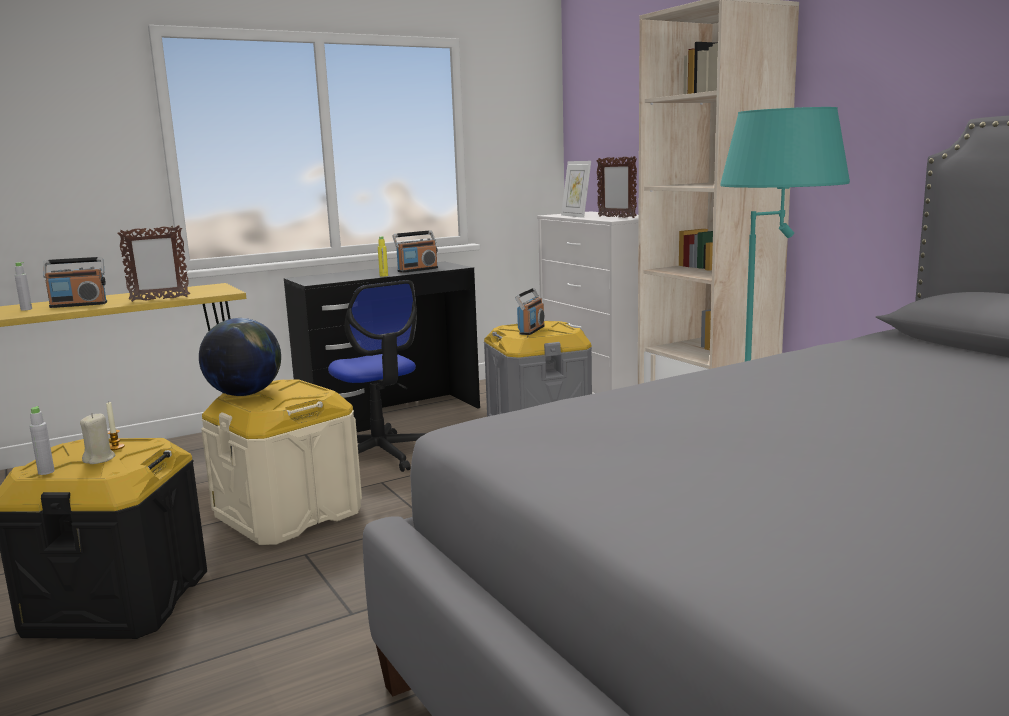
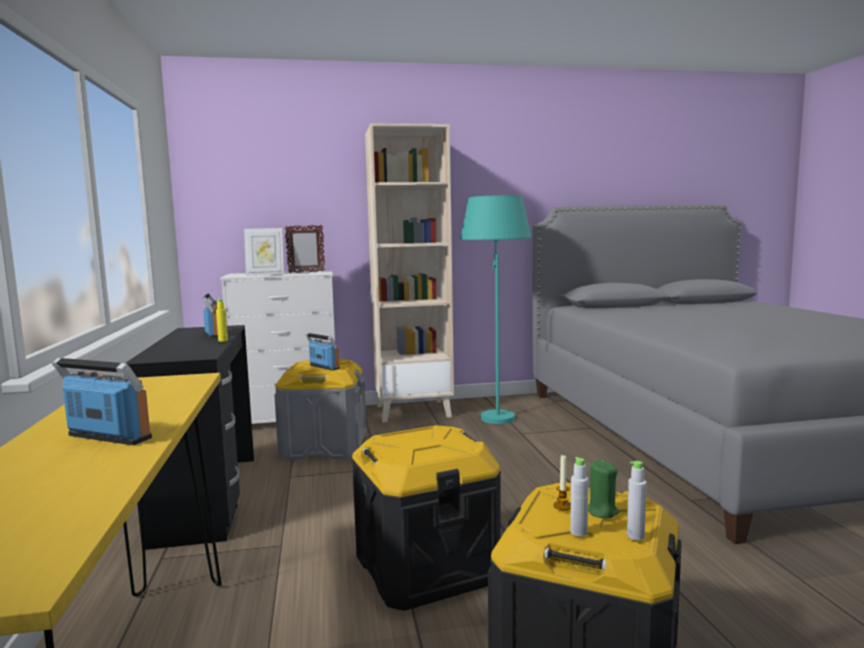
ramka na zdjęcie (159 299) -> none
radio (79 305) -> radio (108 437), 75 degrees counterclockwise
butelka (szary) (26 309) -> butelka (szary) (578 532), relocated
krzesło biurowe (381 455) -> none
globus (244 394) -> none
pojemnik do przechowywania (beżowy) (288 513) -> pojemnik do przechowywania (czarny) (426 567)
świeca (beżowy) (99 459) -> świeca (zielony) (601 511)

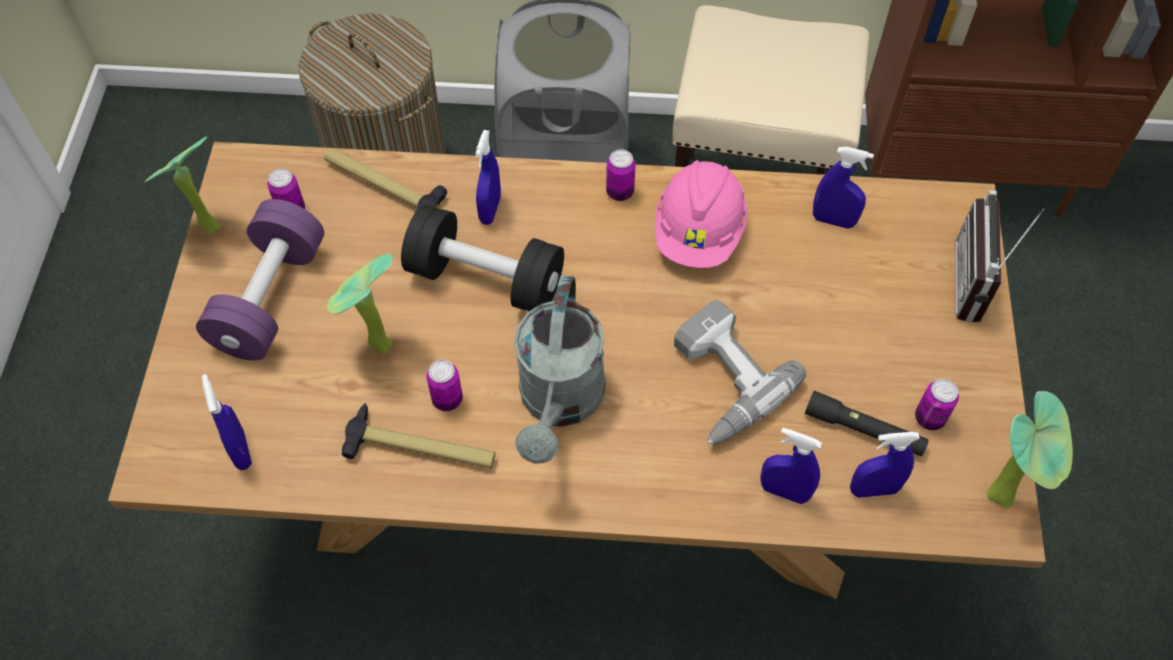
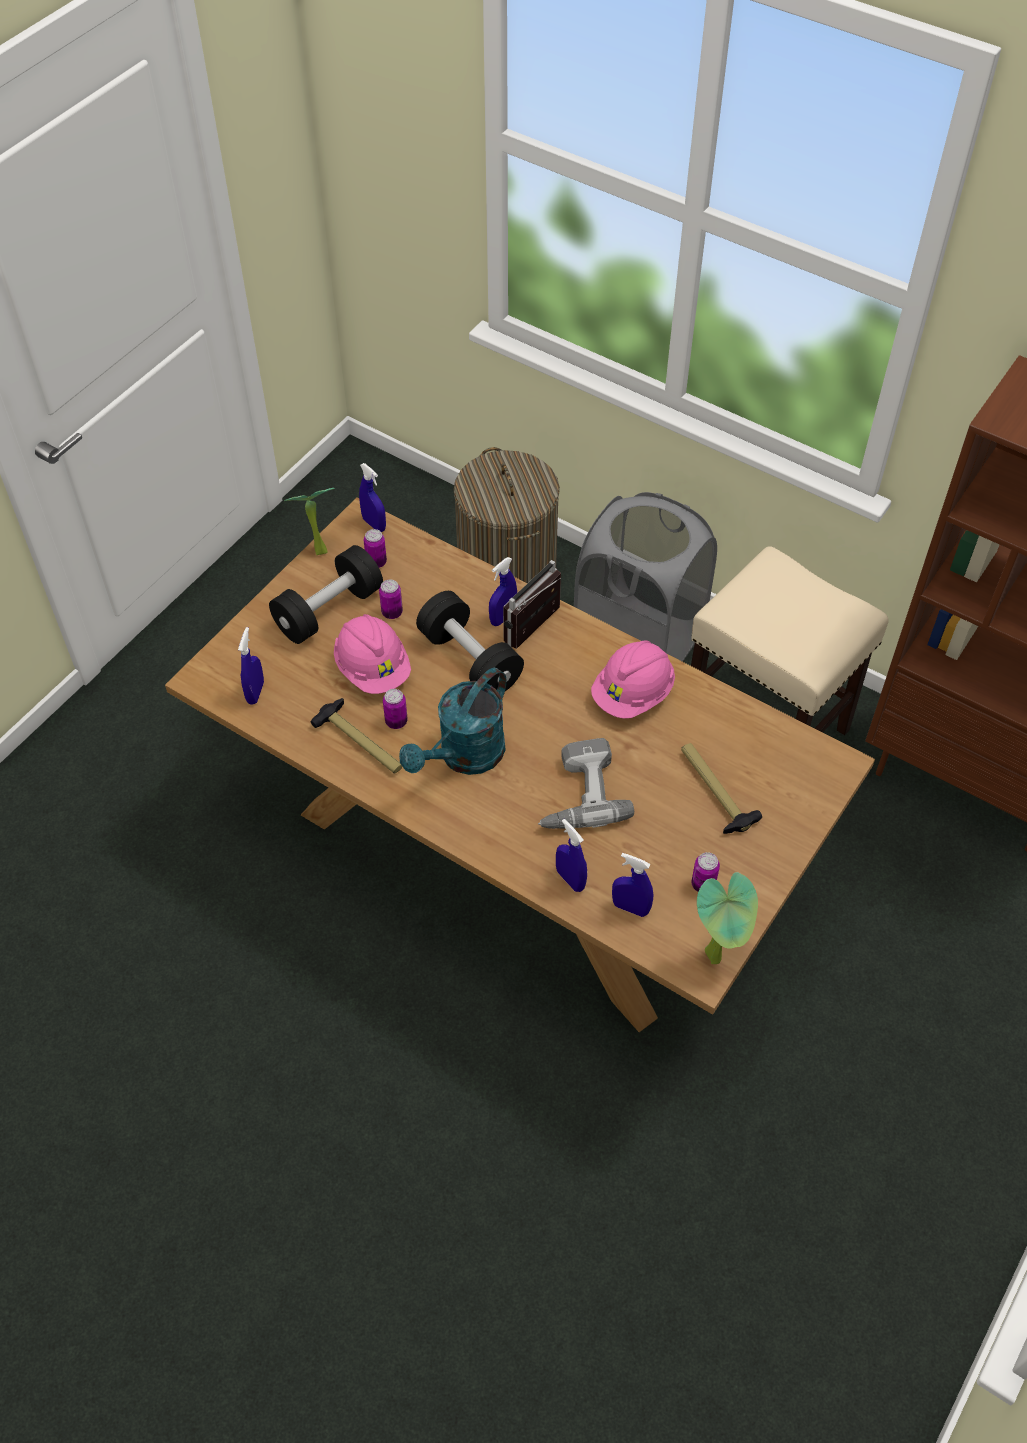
spryskiwacz (niebieski) (833 220) -> spryskiwacz (niebieski) (374 524), relocated
młotek (382 188) -> młotek (714 791), relocated
puszka (620 192) -> puszka (392 612), relocated
radio (979 284) -> radio (538 630), relocated
hantel (fioletowy) (270 298) -> hantel (czarny) (329 610)
roślina doniczkowa (374 346) -> kask (różowy) (373 669)
konewka (szary) (559 403) -> konewka (turkusowy) (464 757)
latarka (czarny) (864 430) -> none

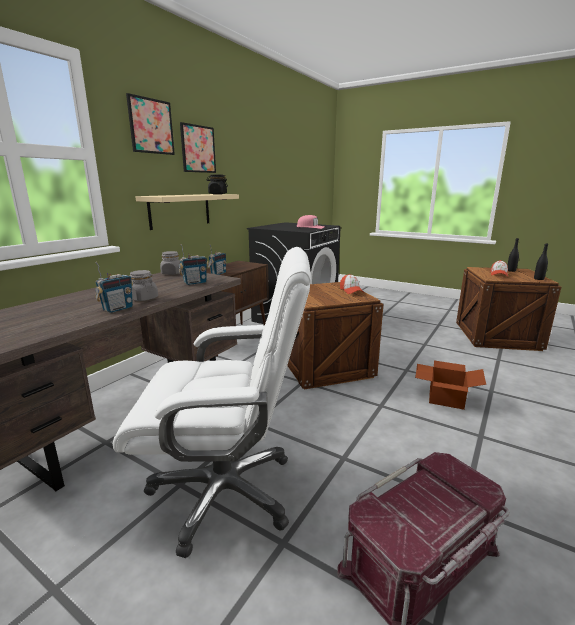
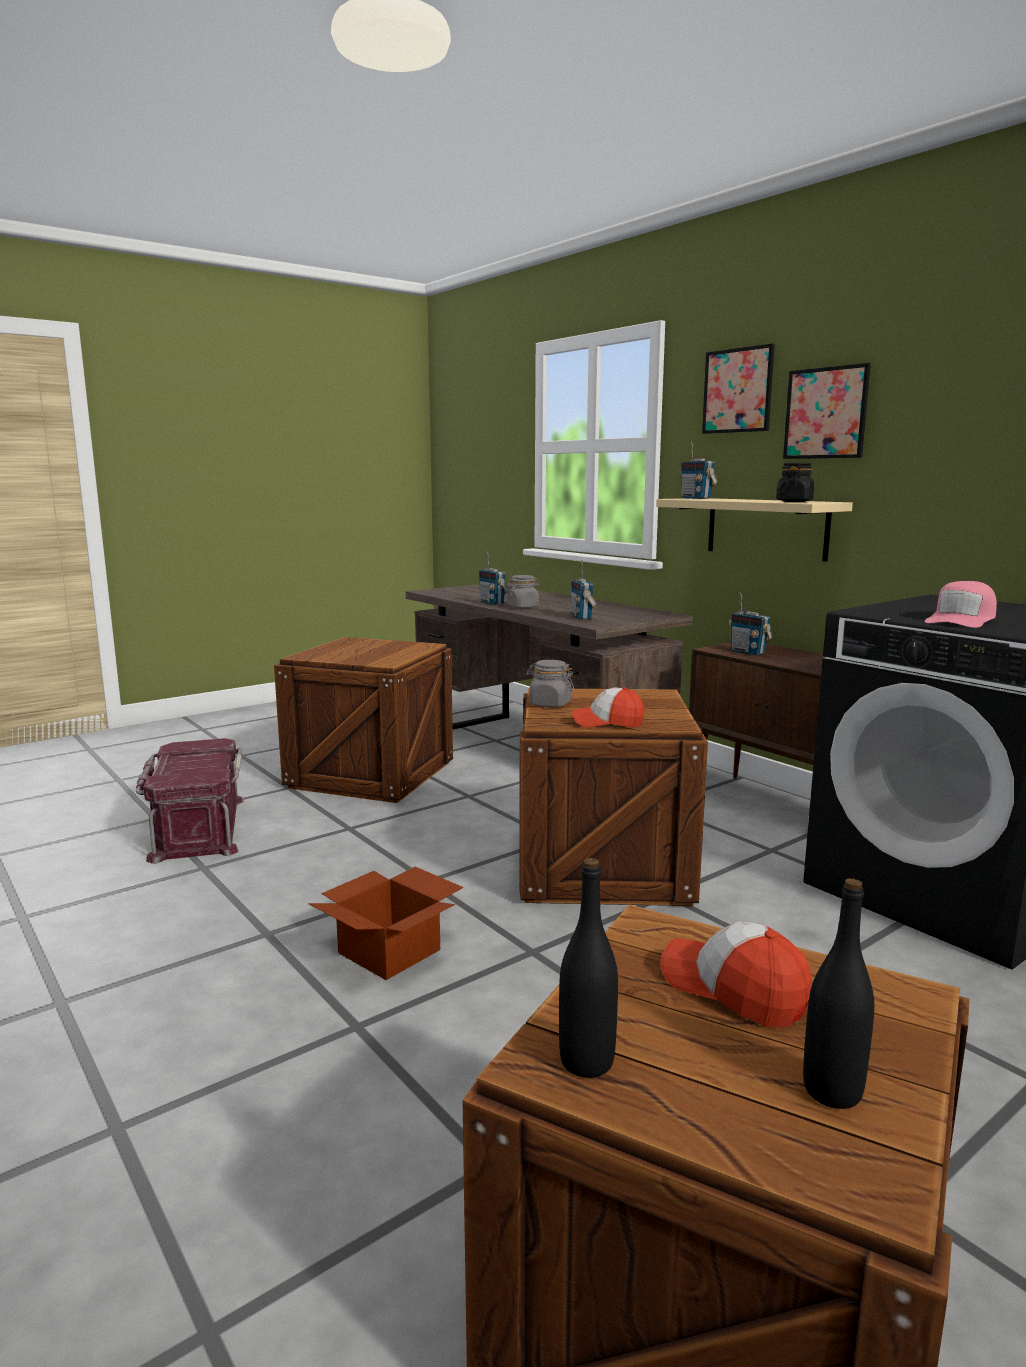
krzesło biurowe (biały) (225 491) -> skrzynka (371 775)
słoik (szary) (172 273) -> słoik (szary) (549 704), relocated
none -> radio (696 498)

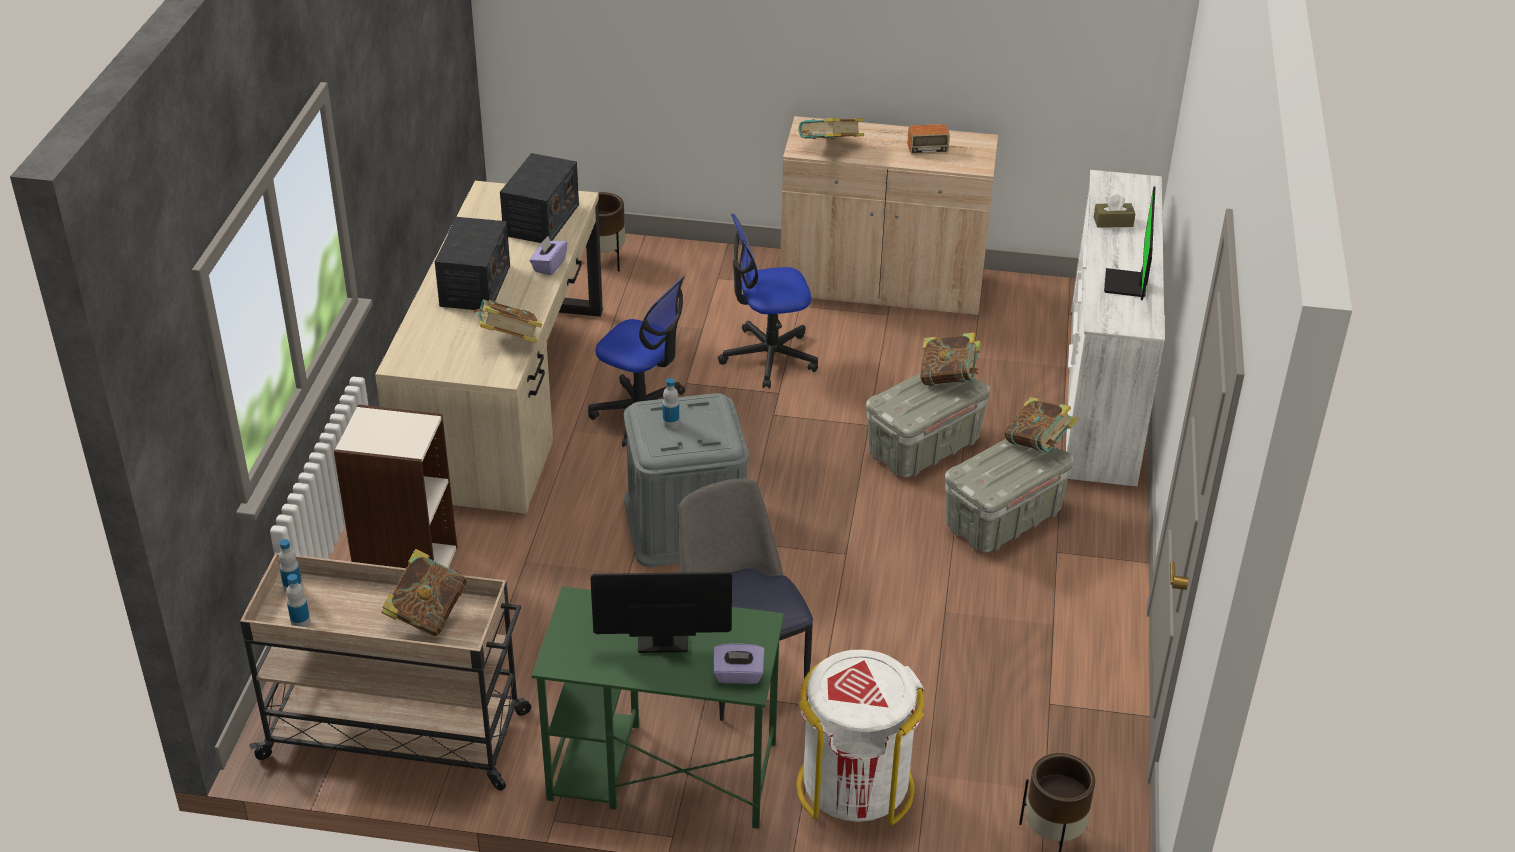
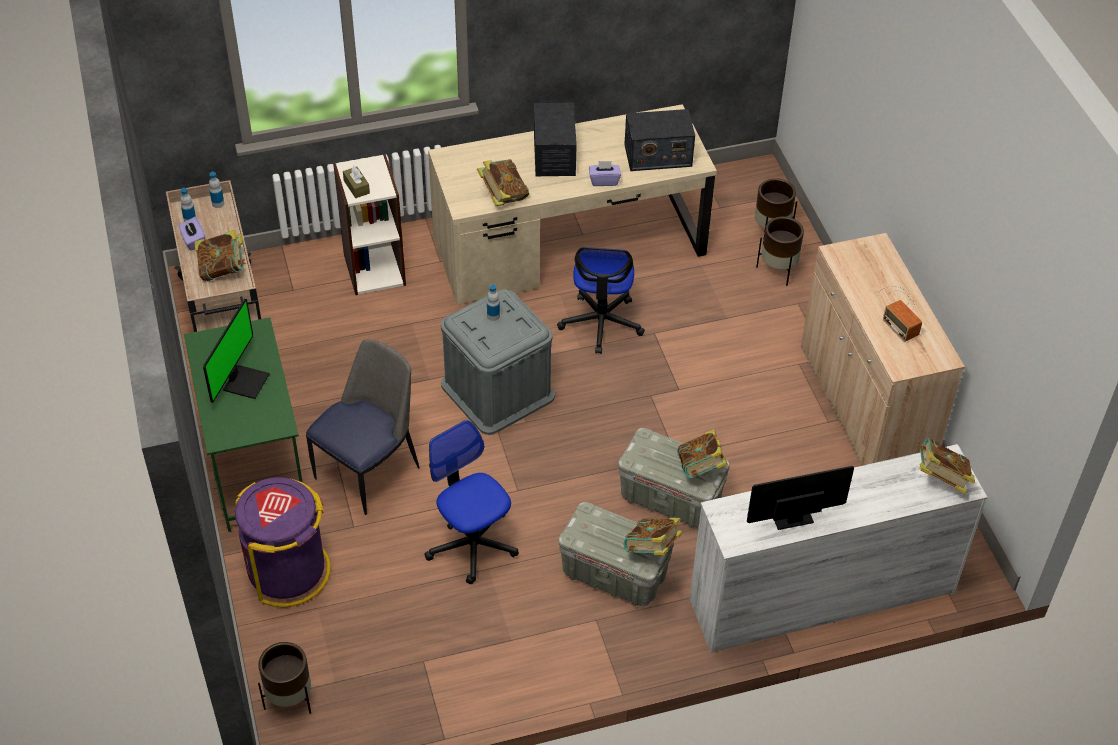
książka (830 148) -> książka (940 479), relocated
pudełko chusteczek (brązowy) (1113 222) -> pudełko chusteczek (brązowy) (356 187), relocated
krzesło biurowe (768 357) -> krzesło biurowe (472 544), relocated
radio (475 286) -> radio (554 155), 75 degrees counterclockwise
monitor (661 637) -> monitor (244 381), 45 degrees clockwise
pudełko chusteczek (fioletowy) (738 675) -> pudełko chusteczek (fioletowy) (193 241), relocated
kosz na śmieci (biały) (855 786) -> kosz na śmieci (fioletowy) (288 571)
none -> donica (brązowy) (778 270)

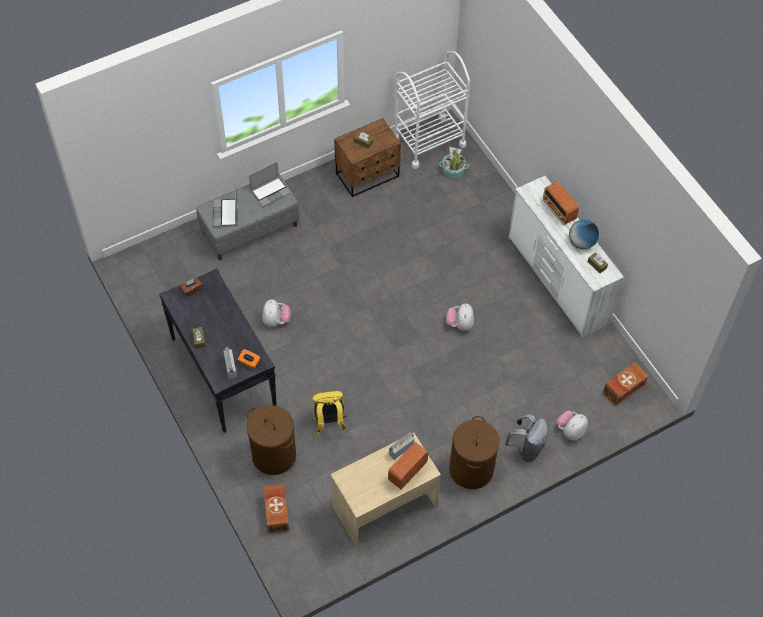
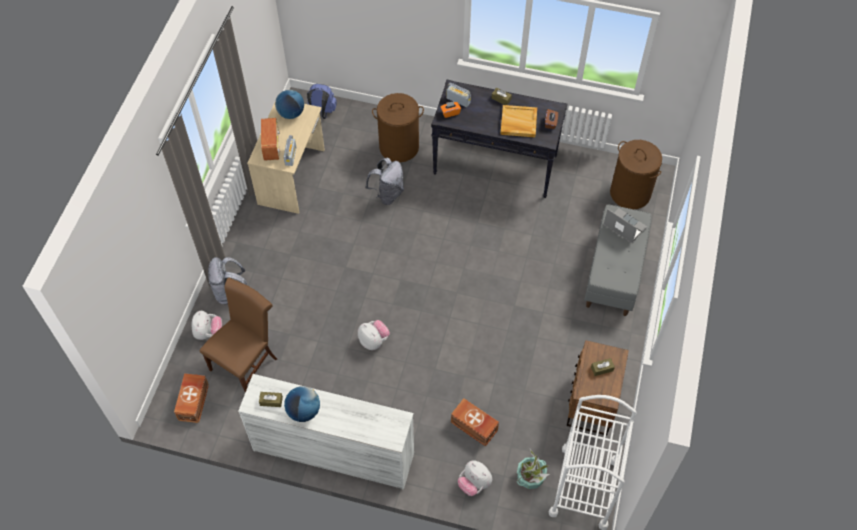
laptop (270 191) -> none
radio (559 211) -> none
pluszak (276 320) -> pluszak (474 483), relocated
plecak (żółty) (329 422) -> plecak (szary) (387 194)
kosz na pranie (brązowy) (471 469) -> kosz na pranie (brązowy) (630 193), relocated
pojemnik do przechowywania (brązowy) (277 512) -> pojemnik do przechowywania (brązowy) (474 427), relocated
none -> plecak (niebieski) (322 112)
none -> globus (291 113)
none -> taca (beżowy) (518 122)
none -> krzesło (brązowy) (246 361)

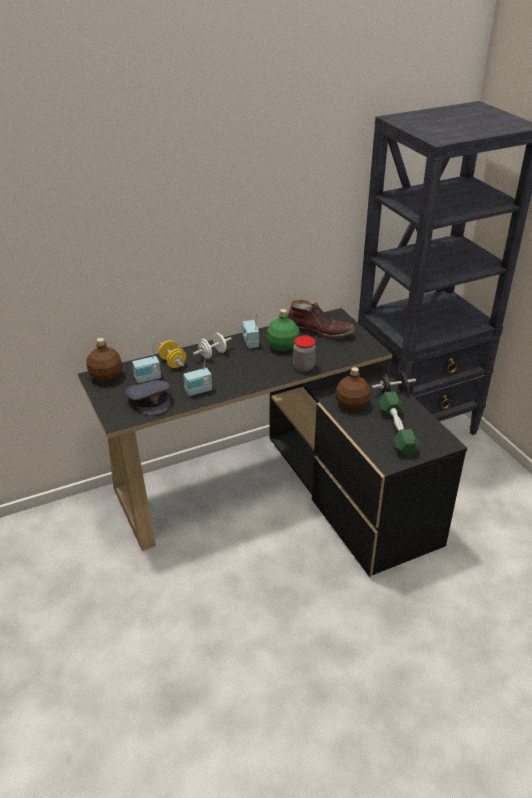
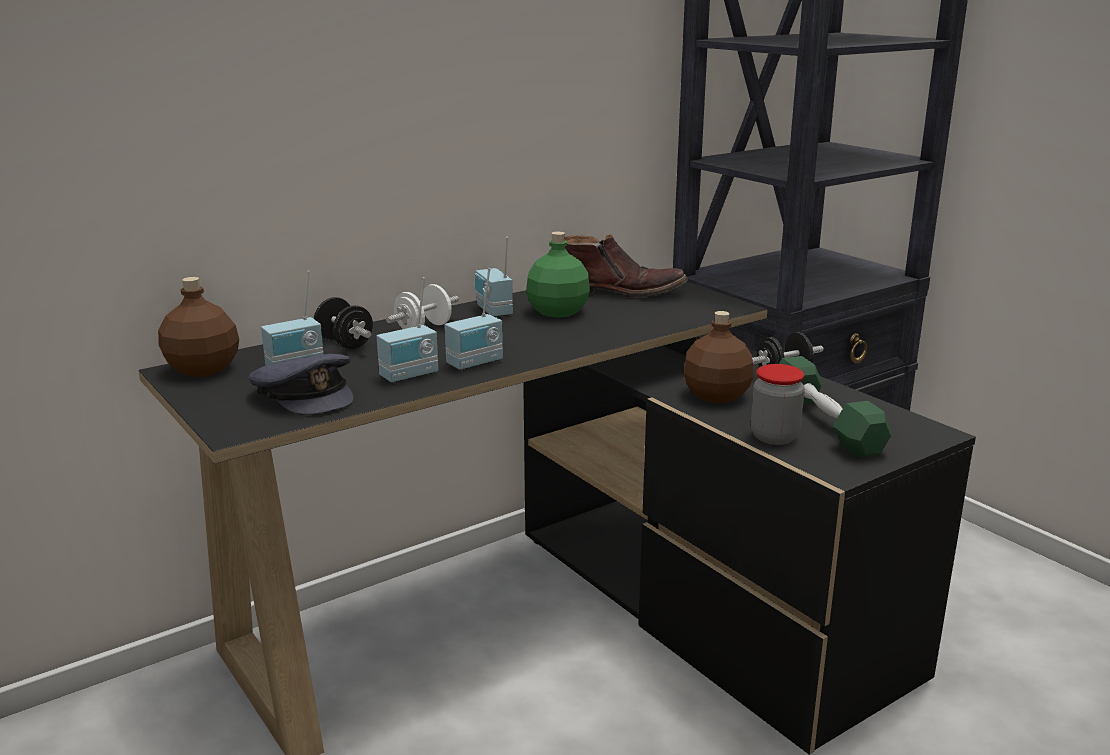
słoik (303 367) -> słoik (774 437), relocated
hantel (żółty) (173 363) -> hantel (czarny) (344 343)
none -> radio (476 363)

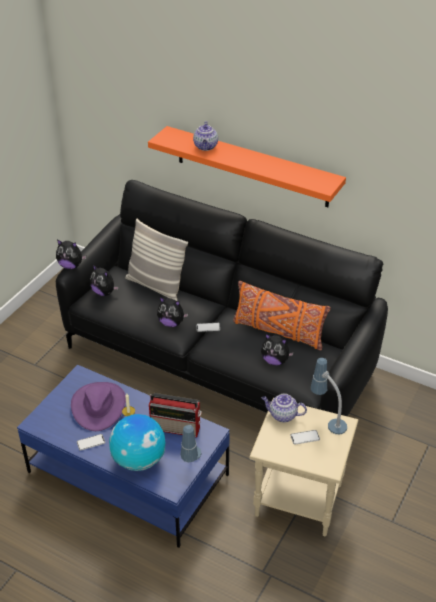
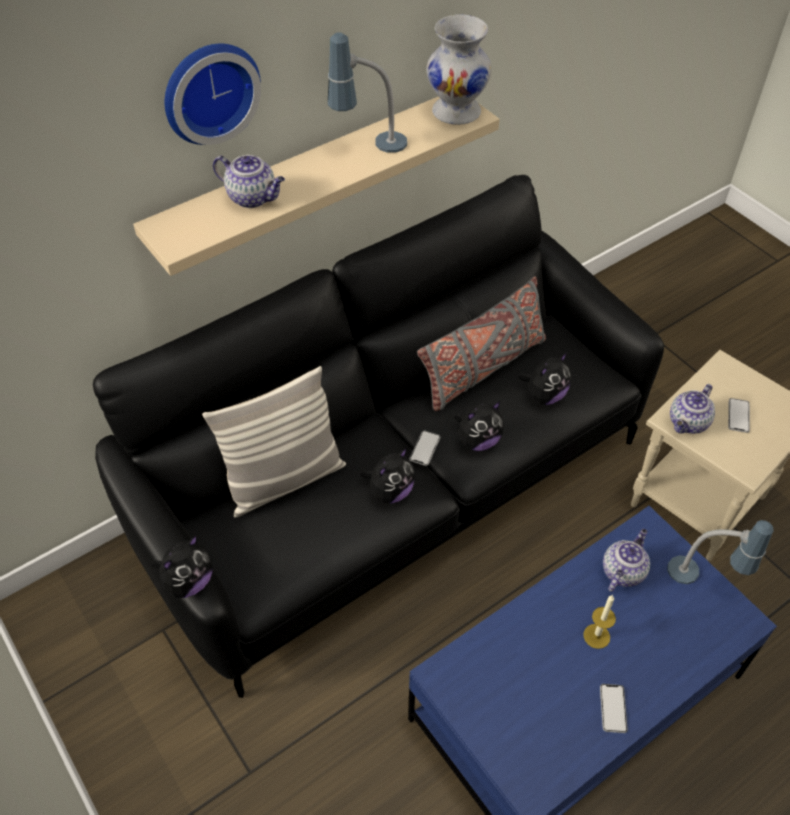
półka (pomarańczowy) (252 167) -> półka (beżowy) (310 181)
pluszak (104 292) -> pluszak (478 441), relocated
poduszka (pomarańczowy) (278 331) -> poduszka (szary) (482 368)
lampa stołowa (327 419) -> lampa stołowa (369 147), relocated
kapelusz (fioletowy) (98 406) -> none
radio (176 427) -> imbryk (622 571)
globus (139 460) -> none
none -> wazon (biały) (457 111)
none -> zegar ścienny (208 91)

